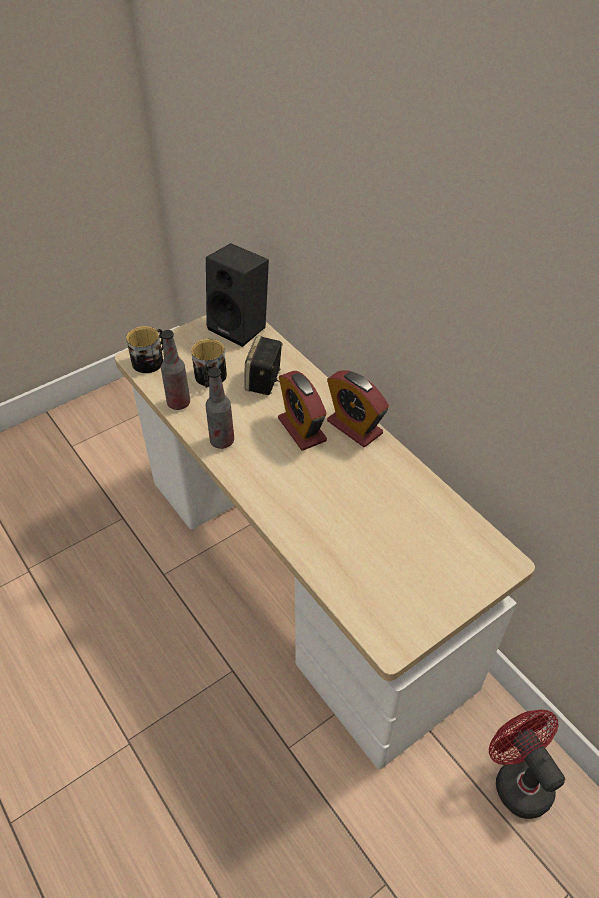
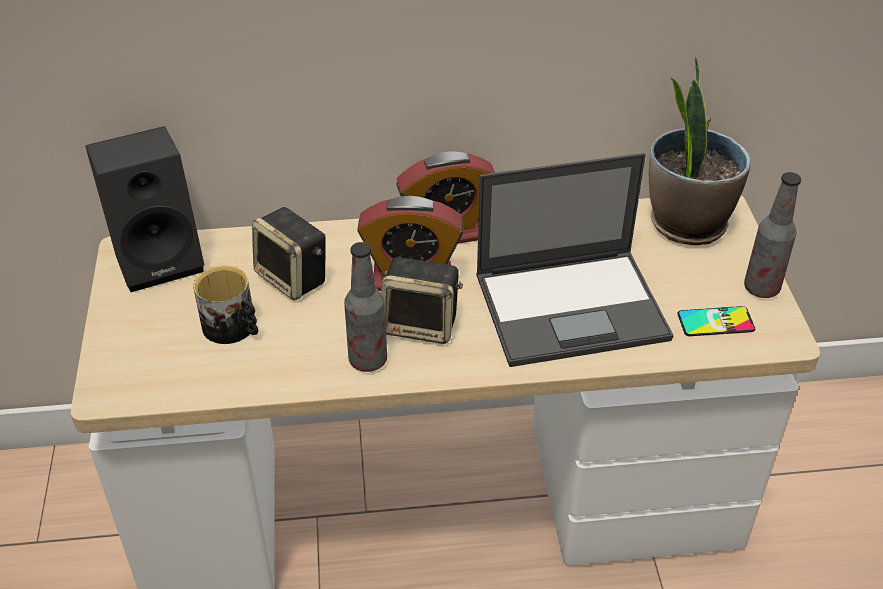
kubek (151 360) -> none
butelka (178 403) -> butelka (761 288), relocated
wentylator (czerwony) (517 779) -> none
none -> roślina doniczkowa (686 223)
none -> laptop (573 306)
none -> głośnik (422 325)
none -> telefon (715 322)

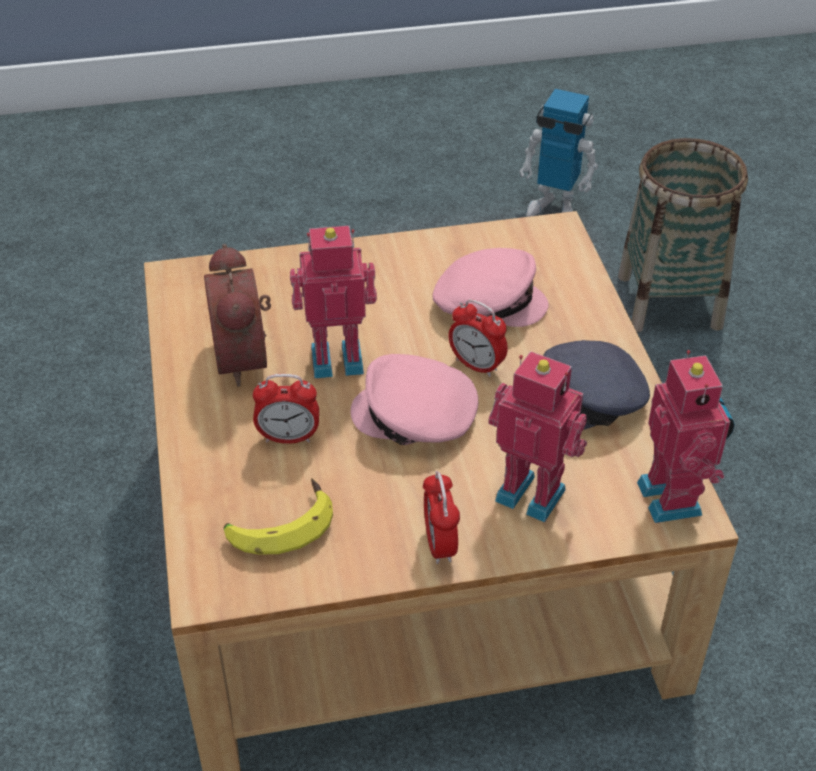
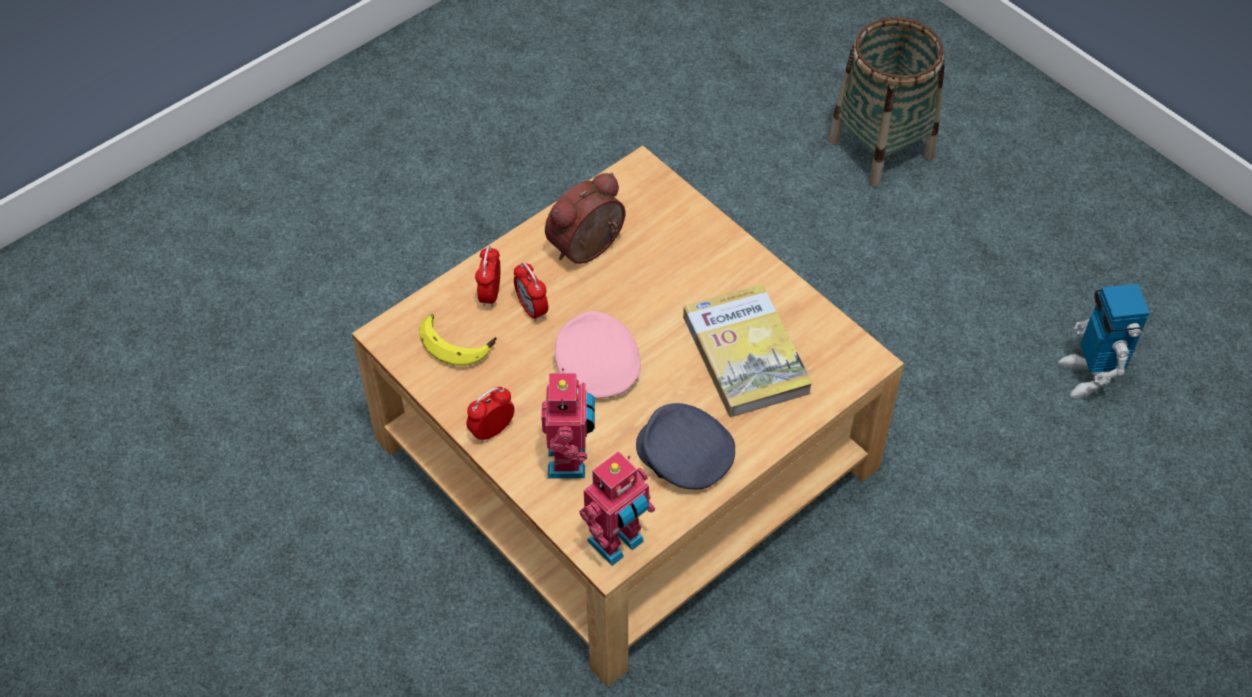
koszyk (669 301) -> koszyk (881 148), relocated
robot zabawkowy (336 358) -> none
czapka z daszkiem (różowy) (488 302) -> książka (745 354)
budzik (476 365) -> budzik (490 294), relocated

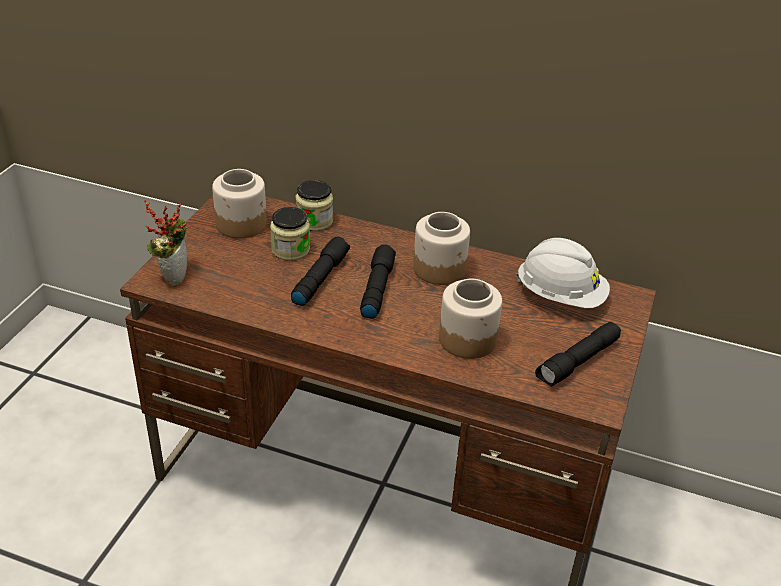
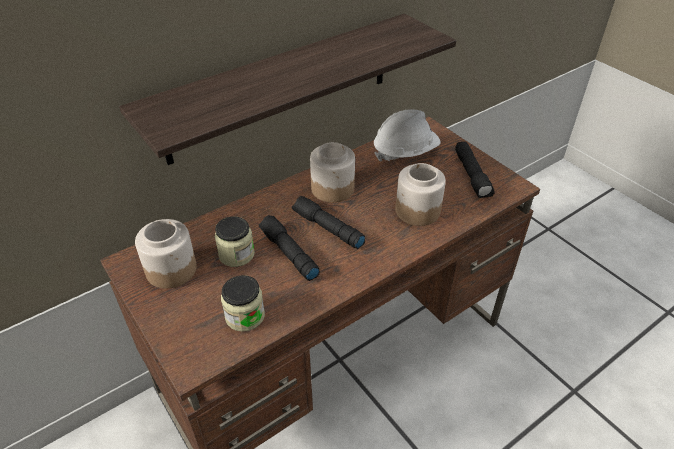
słoik (314 221) -> słoik (245 316), relocated
roślina doniczkowa (173 276) -> none
none -> półka (281 87)

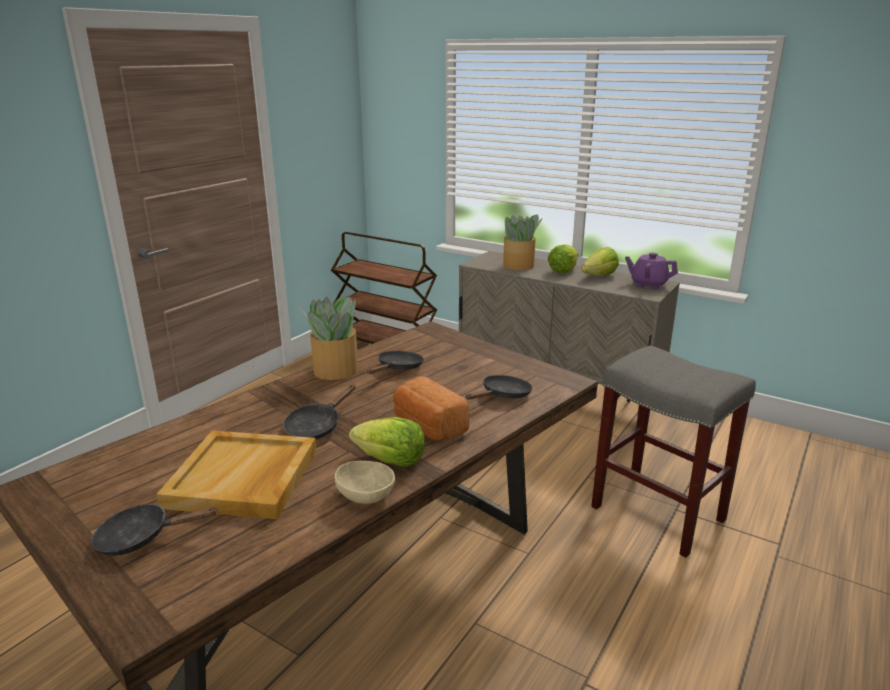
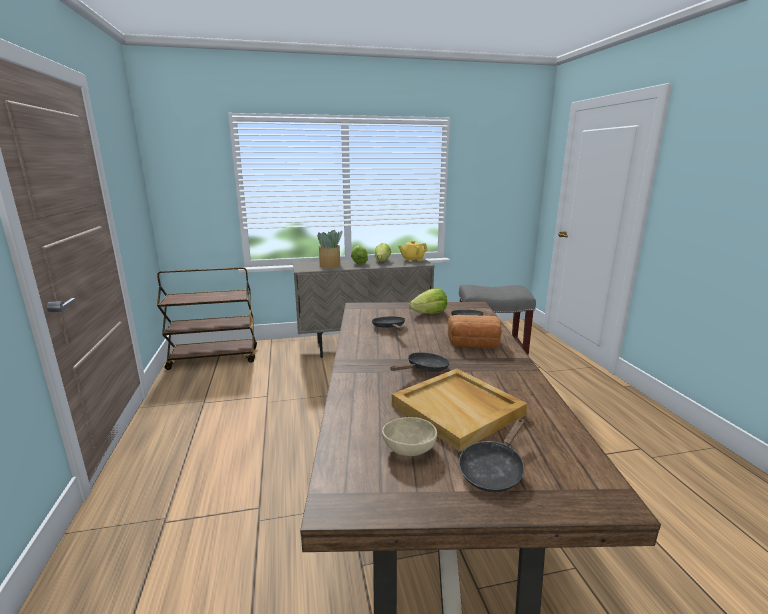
imbryk (fioletowy) (648 284) -> imbryk (żółty) (412 260)
roślina doniczkowa (334 370) -> none
patelnia (czarny) (316 426) -> patelnia (czarny) (424 369), 120 degrees counterclockwise
sałata (390 461) -> sałata (429 313), relocated
miska (beżowy) (366 495) -> miska (beżowy) (408 448), relocated

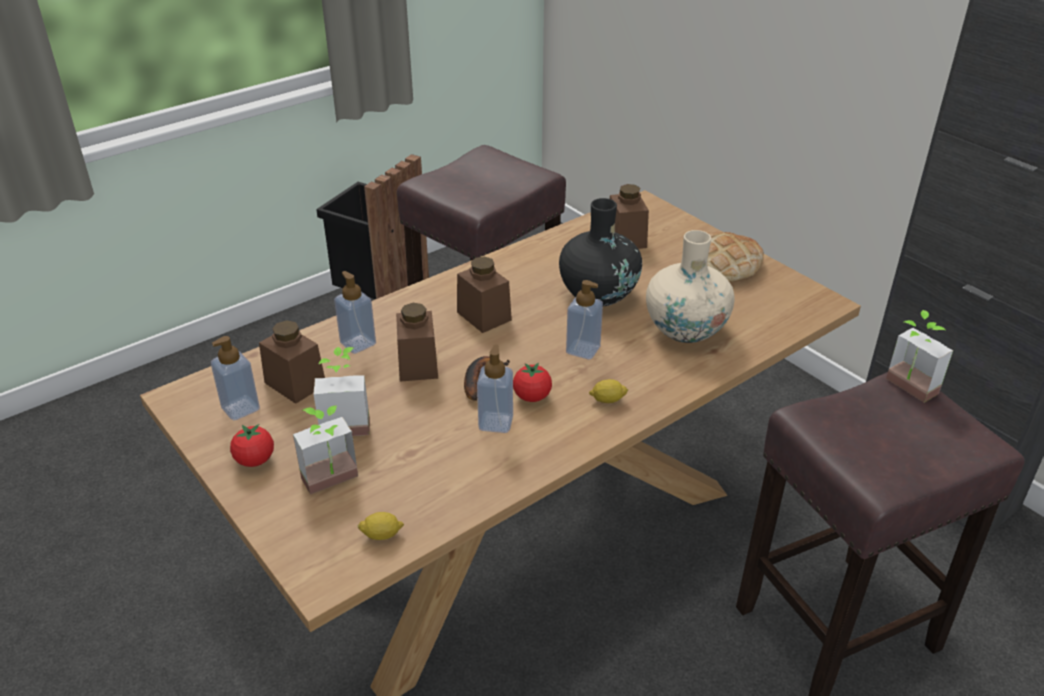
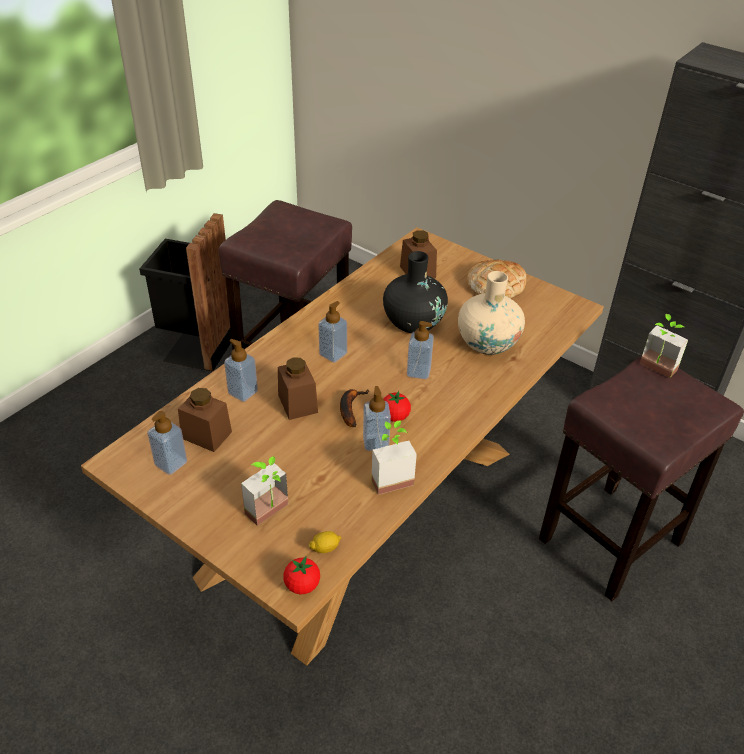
słoik (brązowy) (484 316) -> dozownik mydła (333 354)
roślina doniczkowa (345 421) -> roślina doniczkowa (389 477), relocated
cytryna (607 400) -> none
pomidor (255 460) -> pomidor (302 585), relocated

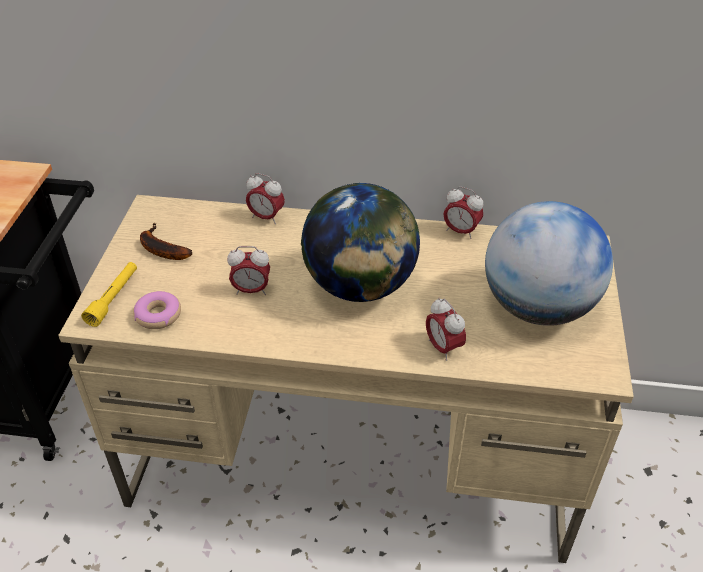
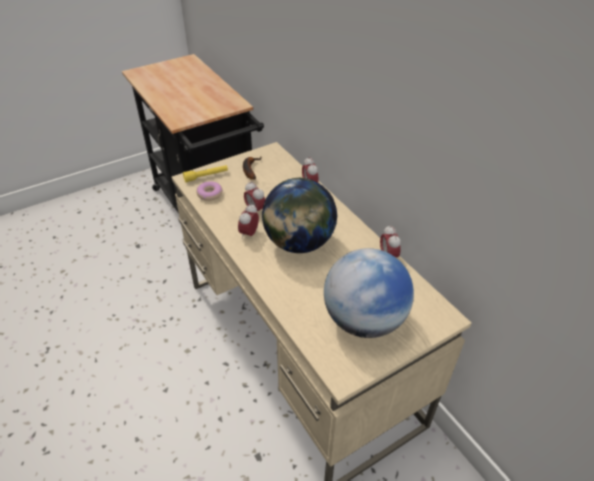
budzik (443 348) -> budzik (249 234), relocated

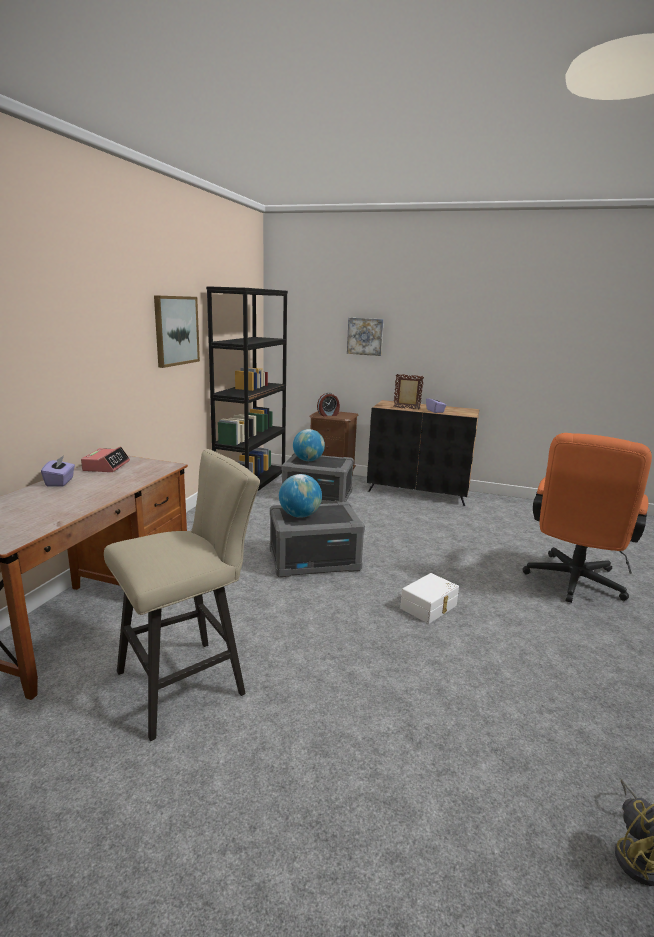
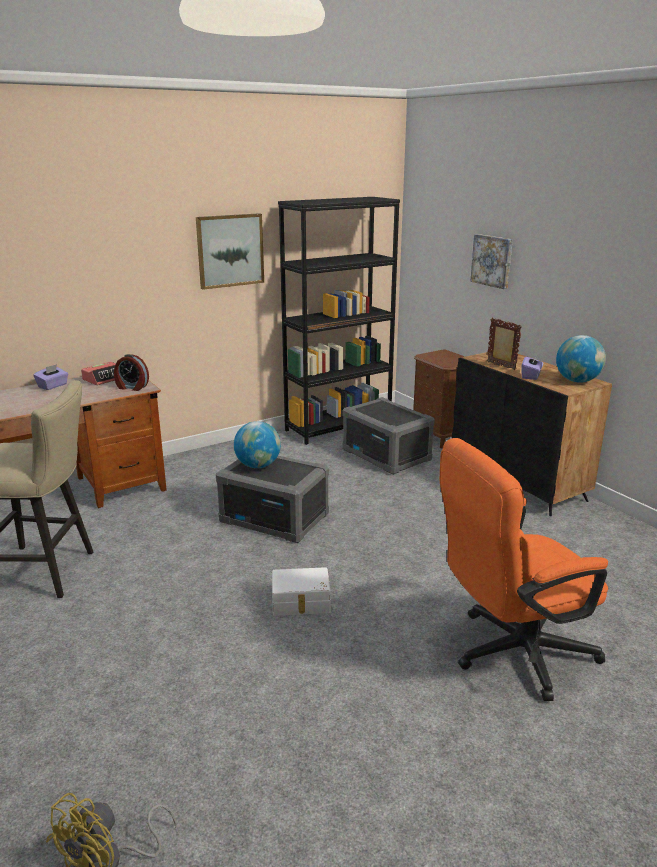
budzik (328 415) -> budzik (132 387), relocated
globus (308 460) -> globus (577 381), relocated

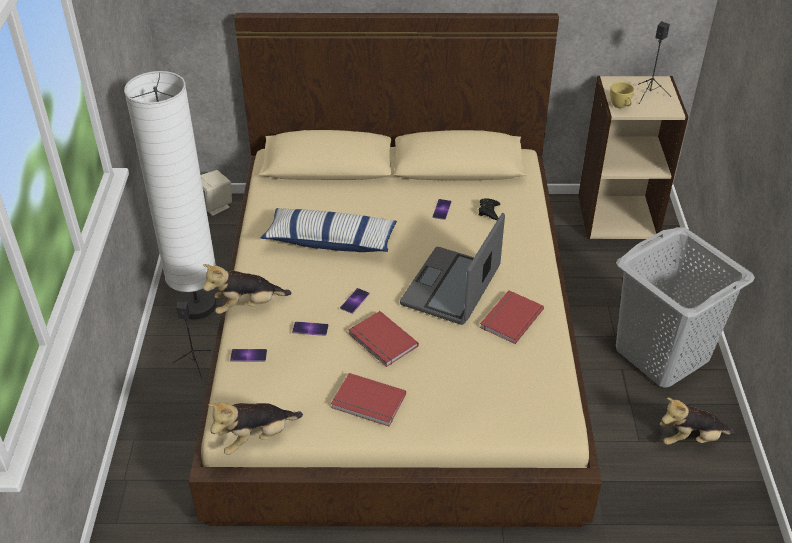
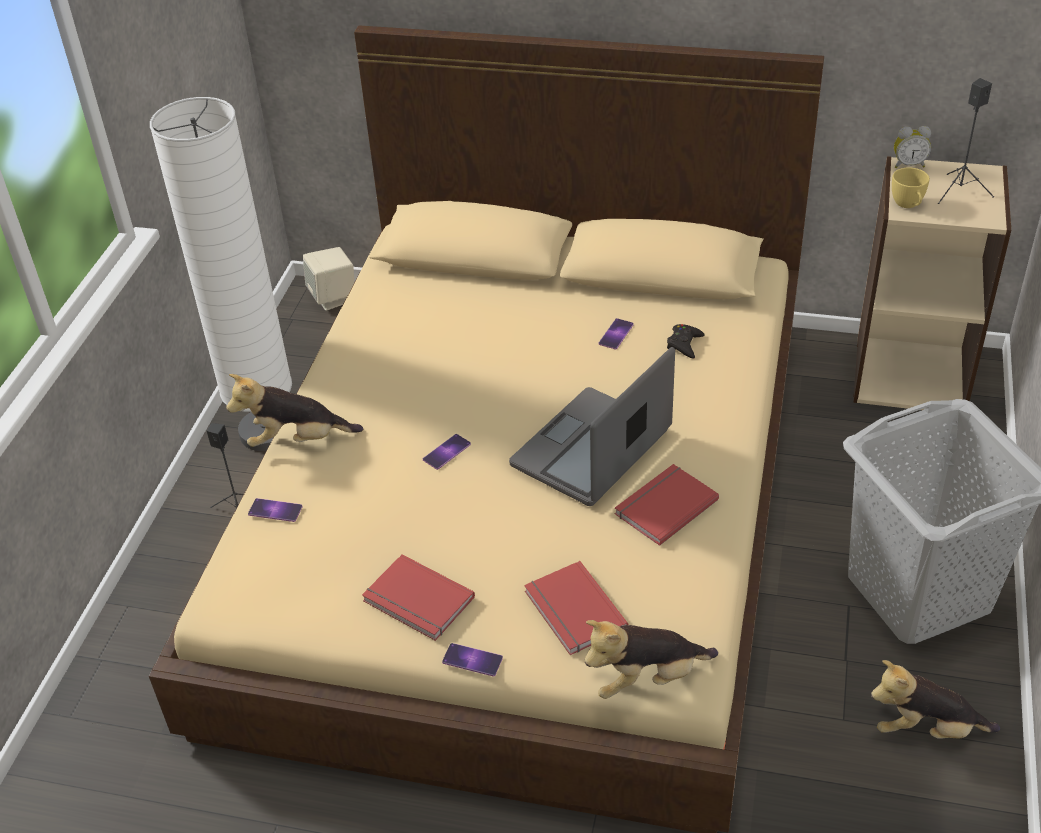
poduszka (330 241) -> none
książka (czerwony) (381 341) -> książka (czerwony) (572 611), relocated
telefon (310 329) -> telefon (472 660), relocated
pluszak (256 438) -> pluszak (646 678), relocated
none -> budzik (908 164)

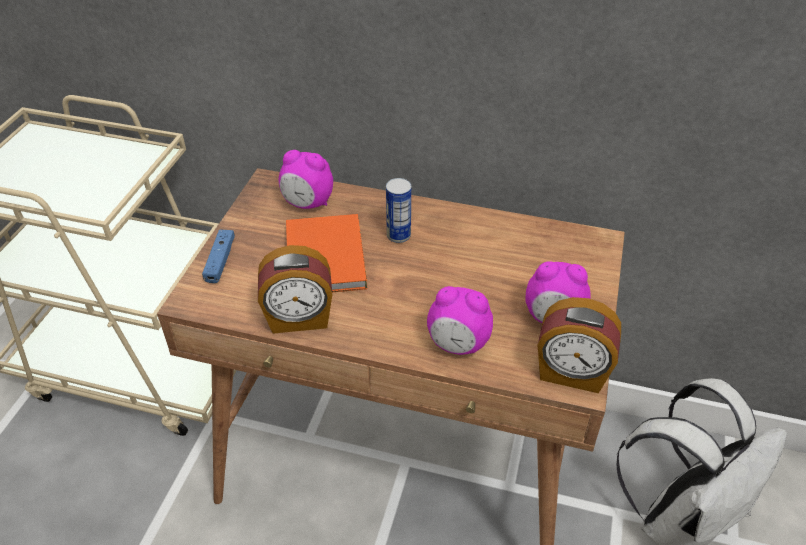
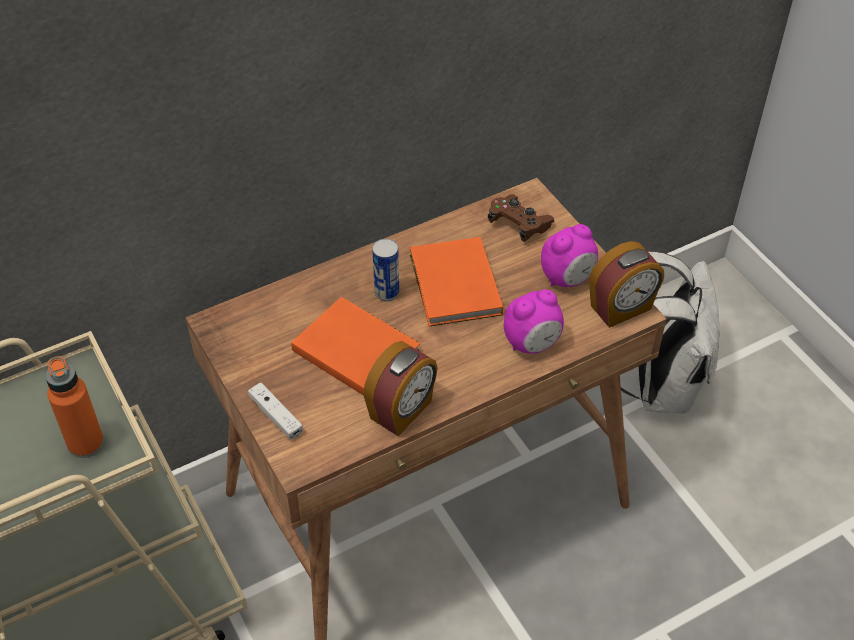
budzik (308 204) -> none
pad do gier (niebieski) (220 261) -> pad do gier (biały) (276 416)
none -> pad do gier (brązowy) (519 225)
none -> książka (pomarańczowy) (454 287)
none -> butelka (pomarańczowy) (85 443)

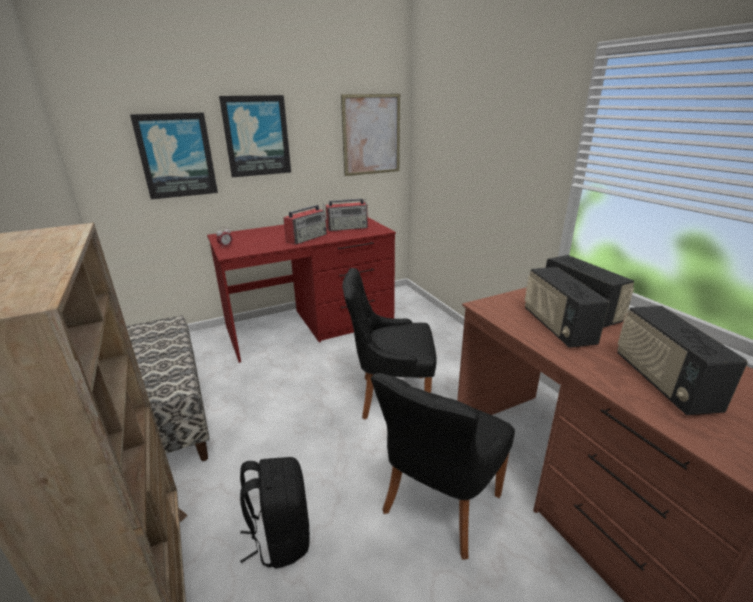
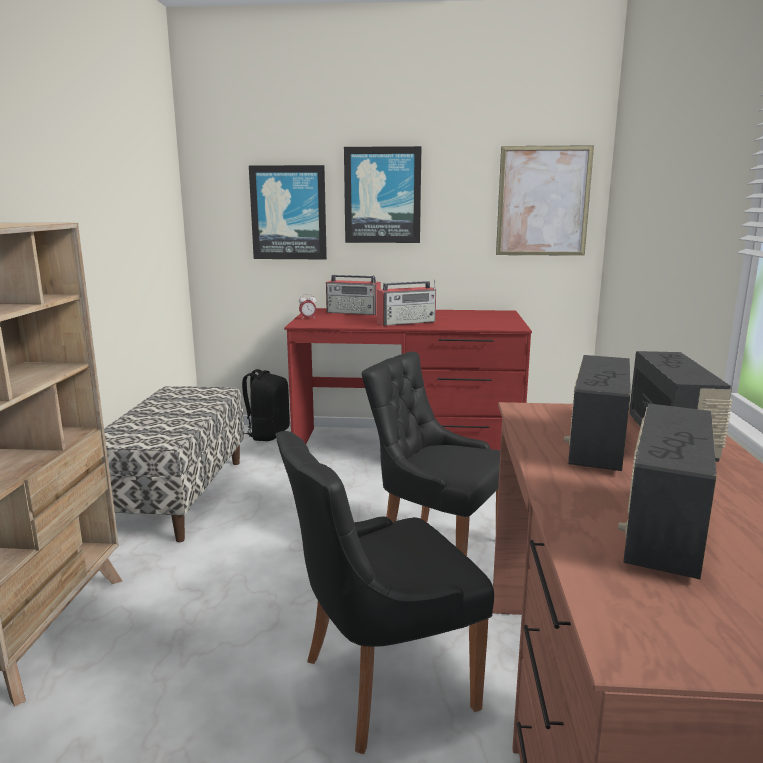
radio (348 228) -> radio (354 313), relocated
plecak (czarny) (281 537) -> plecak (czarny) (267 434), relocated

